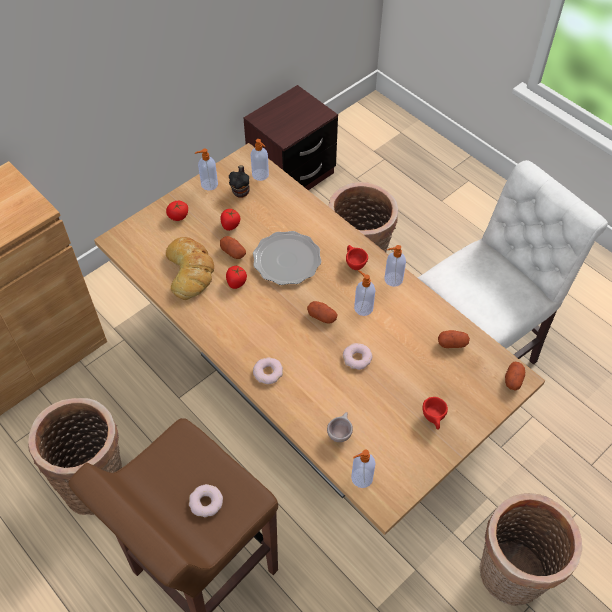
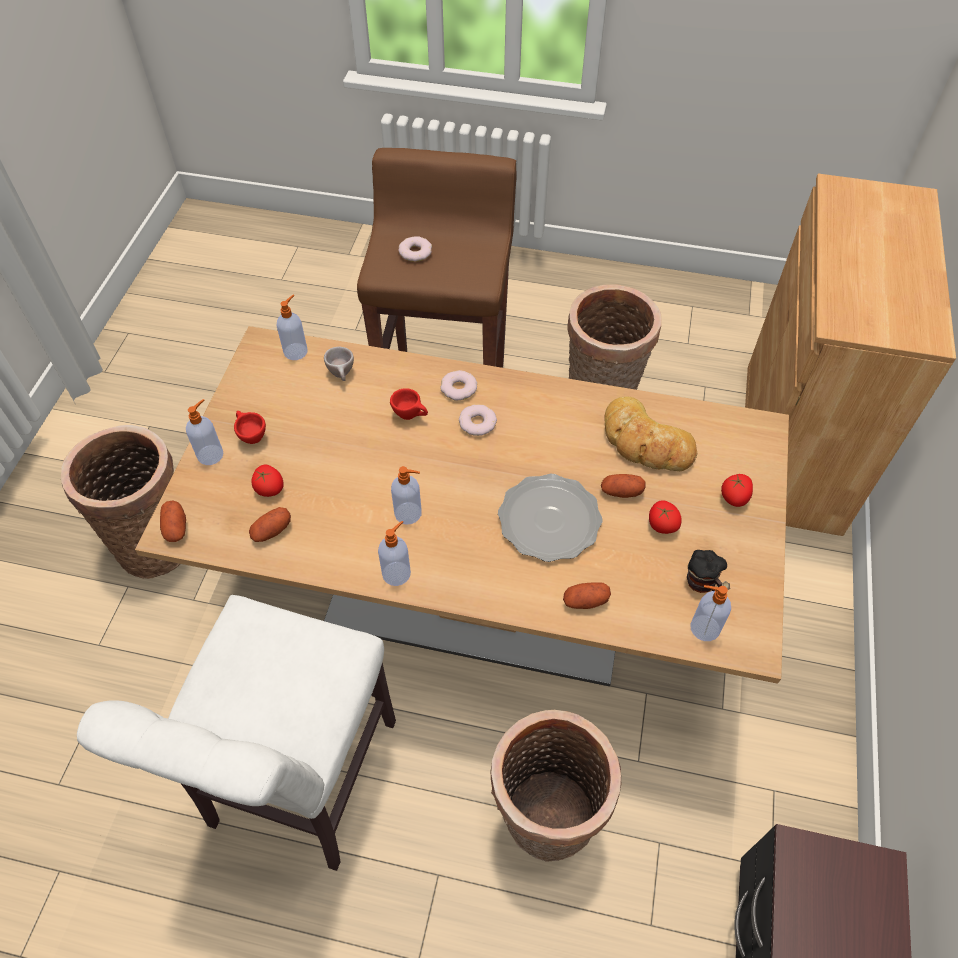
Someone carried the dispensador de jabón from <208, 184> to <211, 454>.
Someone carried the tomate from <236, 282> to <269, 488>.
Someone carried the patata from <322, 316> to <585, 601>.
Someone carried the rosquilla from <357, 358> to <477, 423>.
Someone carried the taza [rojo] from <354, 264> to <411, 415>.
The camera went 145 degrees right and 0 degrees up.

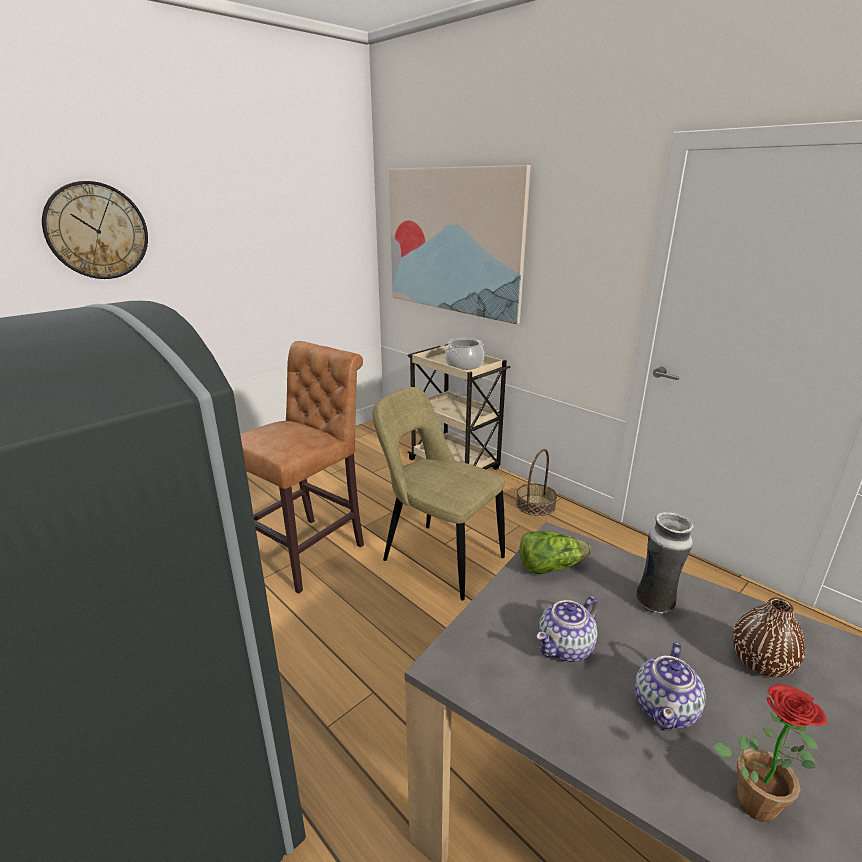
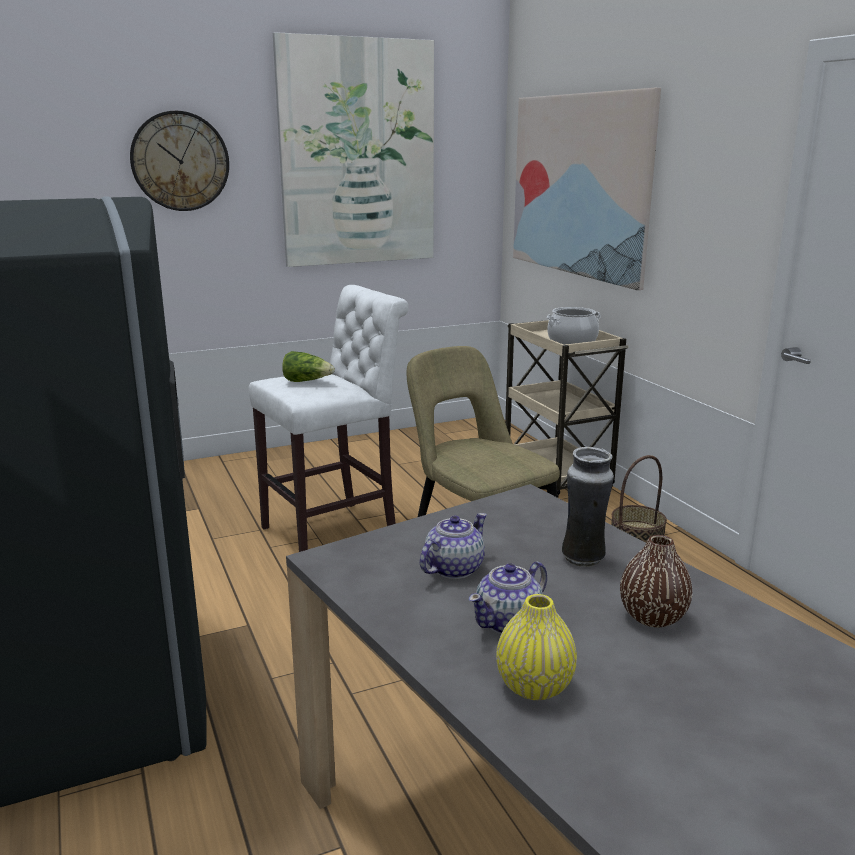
Someone repainted the taburete [marrón] at <310, 550>, which became the taburete [blanco] at <336, 531>.
Someone carried the lechuga from <549, 566> to <307, 381>.
Someone rotated the tetera at <566, 647> by 150 degrees clockwise.
Someone swapped the planta en maceta at <756, 795> for the florero [amarillo] at <534, 687>.
Someone put up the cuadro at <358, 154>.
The camera went 20 degrees right and 5 degrees down.

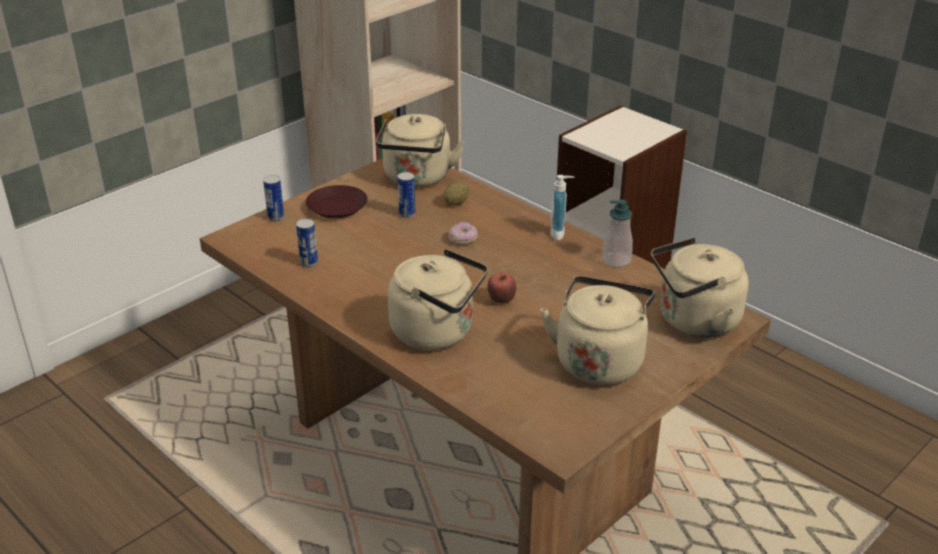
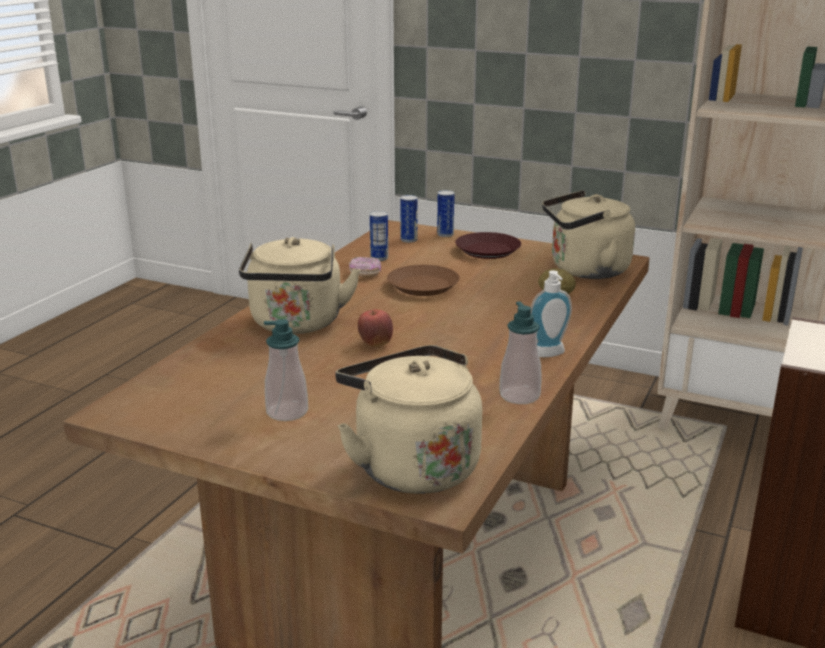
Someone carried the lata from <407, 214> to <409, 240>.
Someone carried the rosquilla from <463, 240> to <365, 274>.
Someone swapped the hervidor [beis] at <599, 360> for the dispensador de jabón at <287, 412>.
Someone put down the plato [marrón] at <424, 286>.
The camera went 70 degrees right and 10 degrees down.

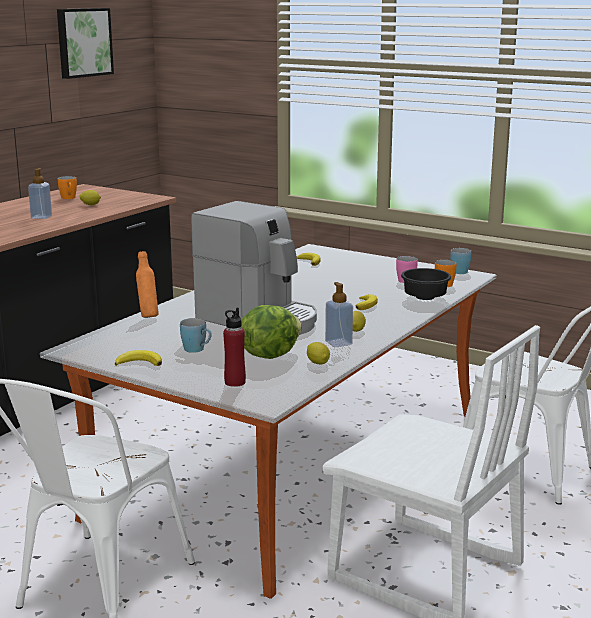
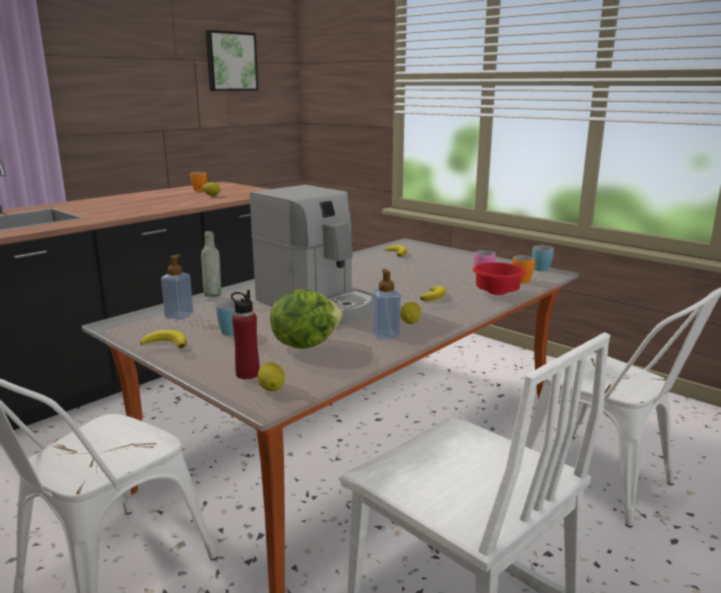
Someone carried the dispensador de jabón from <41, 217> to <179, 316>.
Someone repainted the botella [naranja] at <148, 316>, which became the botella [gris] at <213, 295>.
Someone carried the limón from <318, 363> to <271, 388>.
Someone repainted the cuenco [negro] at <425, 297>, which became the cuenco [rojo] at <498, 292>.
The camera went 10 degrees right and 0 degrees up.

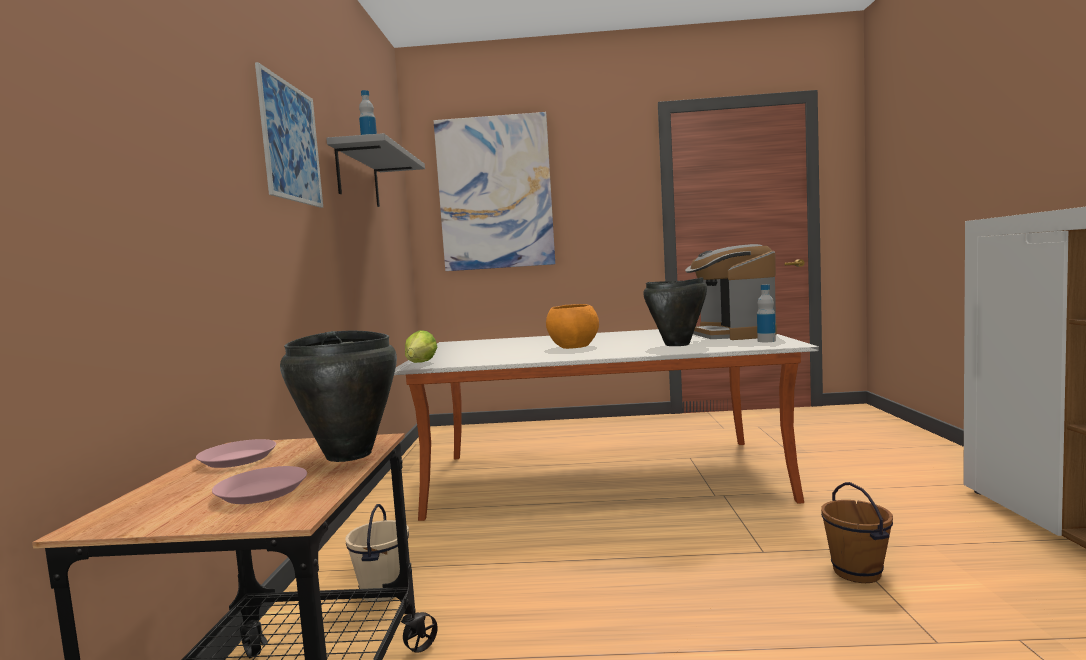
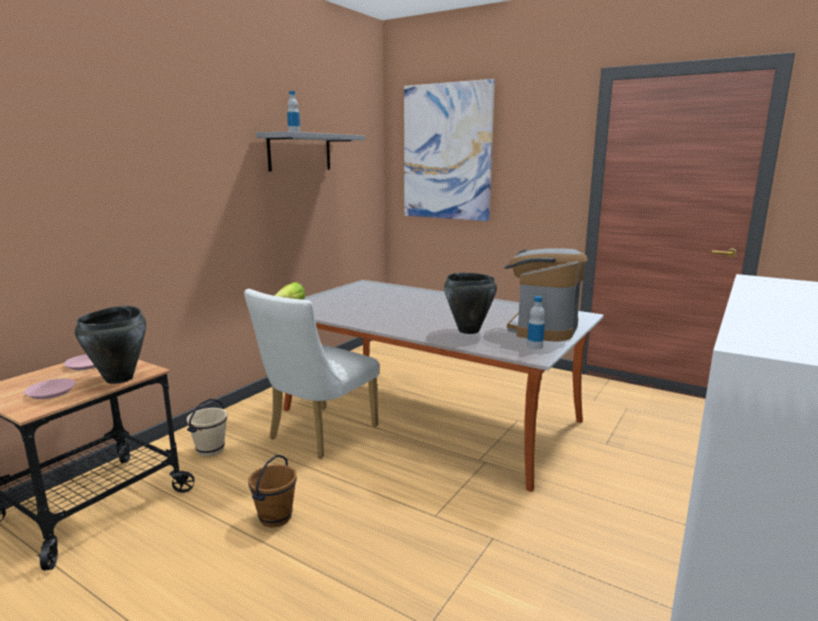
Someone took away the cuadro at <291, 142>.
Someone took away the cuenco [naranja] at <573, 346>.
Someone carried the cubo [marrón] from <857, 572> to <276, 518>.
Someone put down the silla [blanco] at <317, 435>.
The camera went 30 degrees right and 10 degrees up.

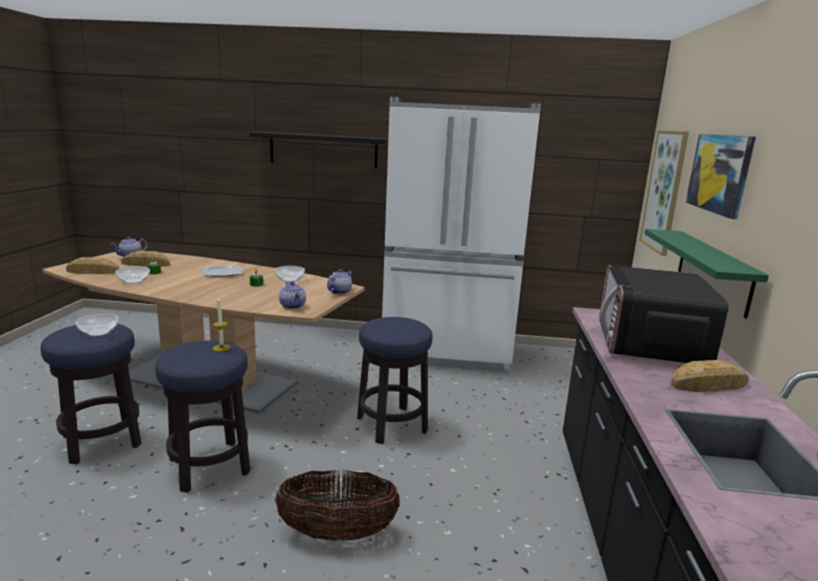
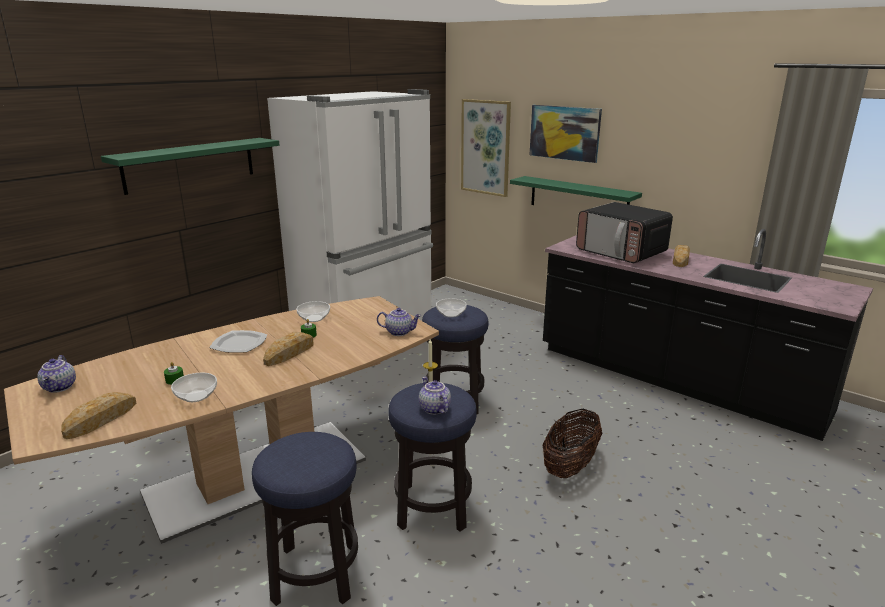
Someone carried the cuenco from <98, 332> to <451, 314>.
Someone carried the pan from <145, 264> to <289, 353>.
Someone repainted the estante [negro] at <323, 150>, which became the estante [verde] at <190, 165>.
Someone carried the tetera from <339, 291> to <433, 409>.
The camera went 55 degrees left and 5 degrees up.

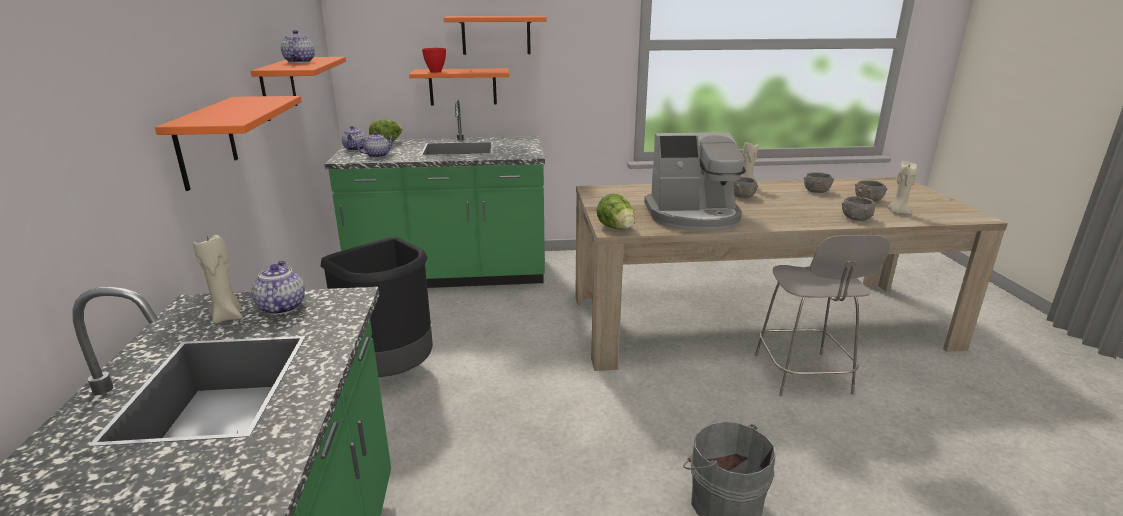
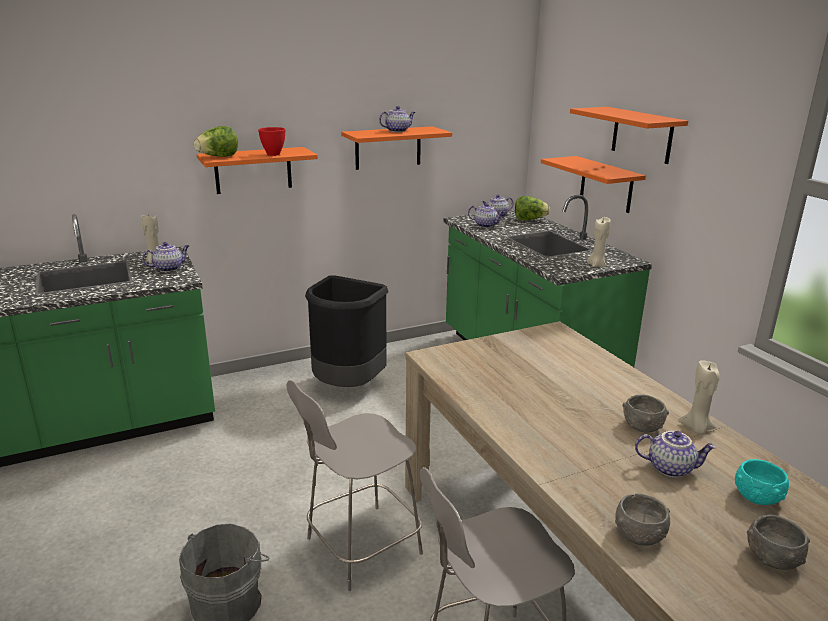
Someone carried the cuenco [rojo] from <436, 71> to <274, 154>.
Someone carried the lechuga from <617, 229> to <218, 157>.
Someone took away the cafetera at <693, 216>.
Someone repainted the cuenco [gris] at <816, 191>, which became the cuenco [turquesa] at <757, 496>.
Someone carried the vela [beis] from <897, 212> to <596, 265>.
Someone put down the silla [gris] at <360, 547>.
Someone put down the tetera at <670, 468>.
The camera went 70 degrees right and 0 degrees up.

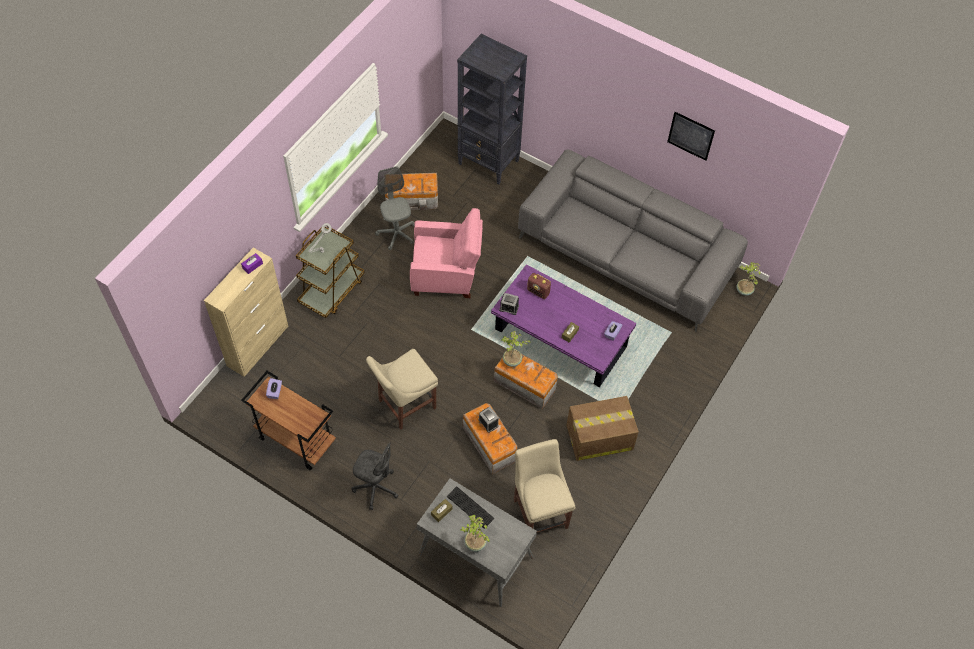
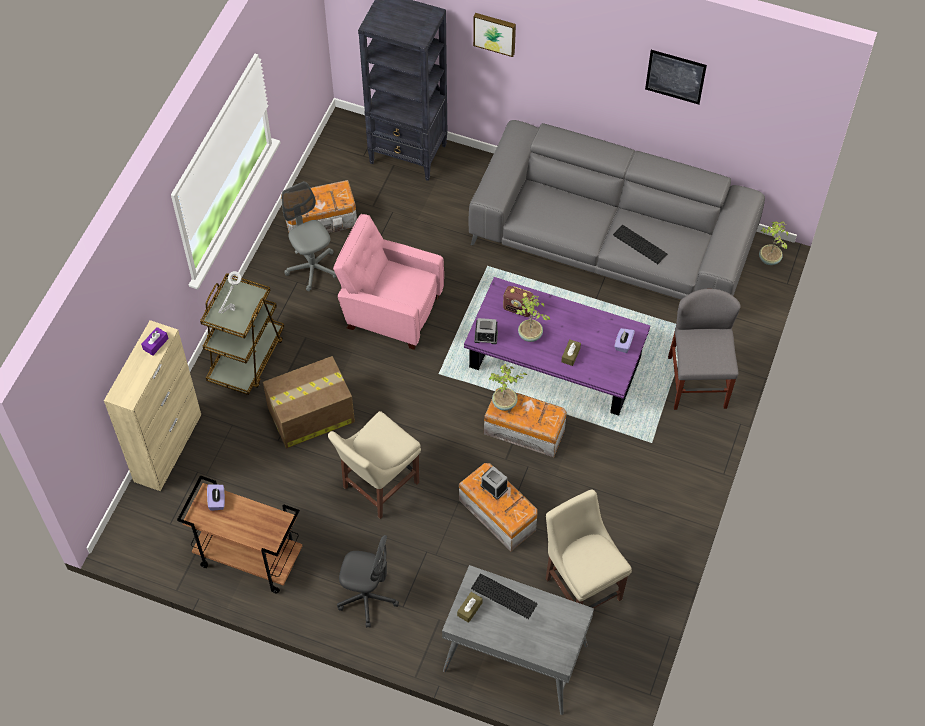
Someone rotated the sillón [rosa] at <446, 275> by 150 degrees counterclockwise.
Someone carried the planta en maceta from <475, 543> to <530, 335>.
Someone carried the caja de cartón from <598, 437> to <310, 415>.
Someone put up the cuadro at <495, 33>.
Someone put down the teclado at <640, 244>.
Someone put down the silla [gris] at <697, 382>.
The camera went 10 degrees left and 0 degrees up.

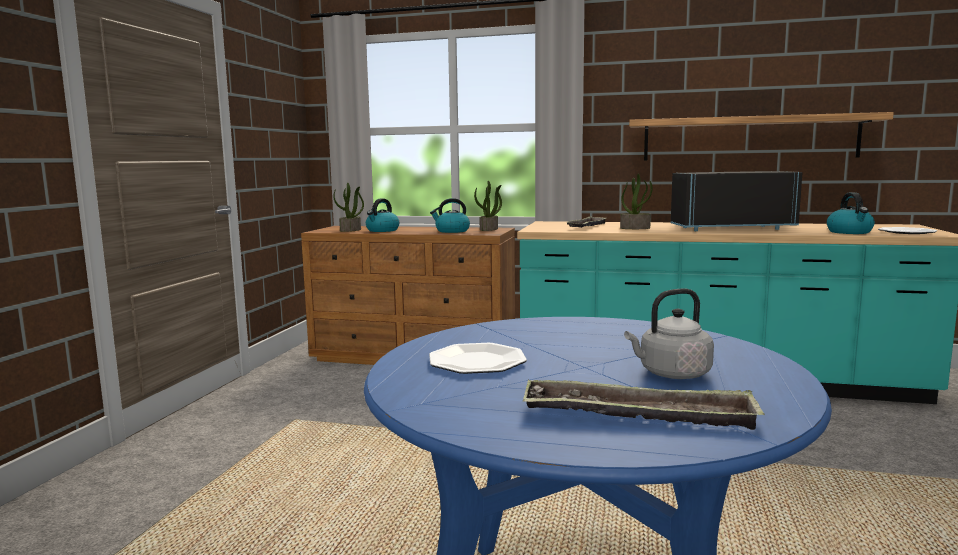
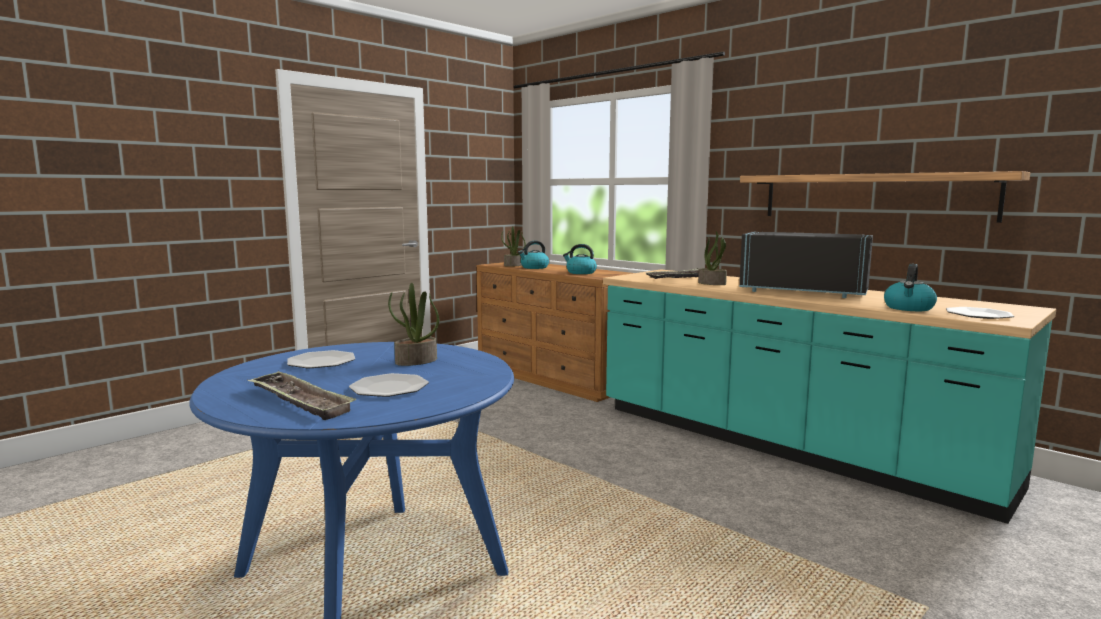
Someone carried the planta en maceta from <489, 229> to <416, 361>.
Someone swapped the hervidor [gris] at <671, 374> for the plato at <389, 388>.
The camera went 30 degrees right and 0 degrees up.

